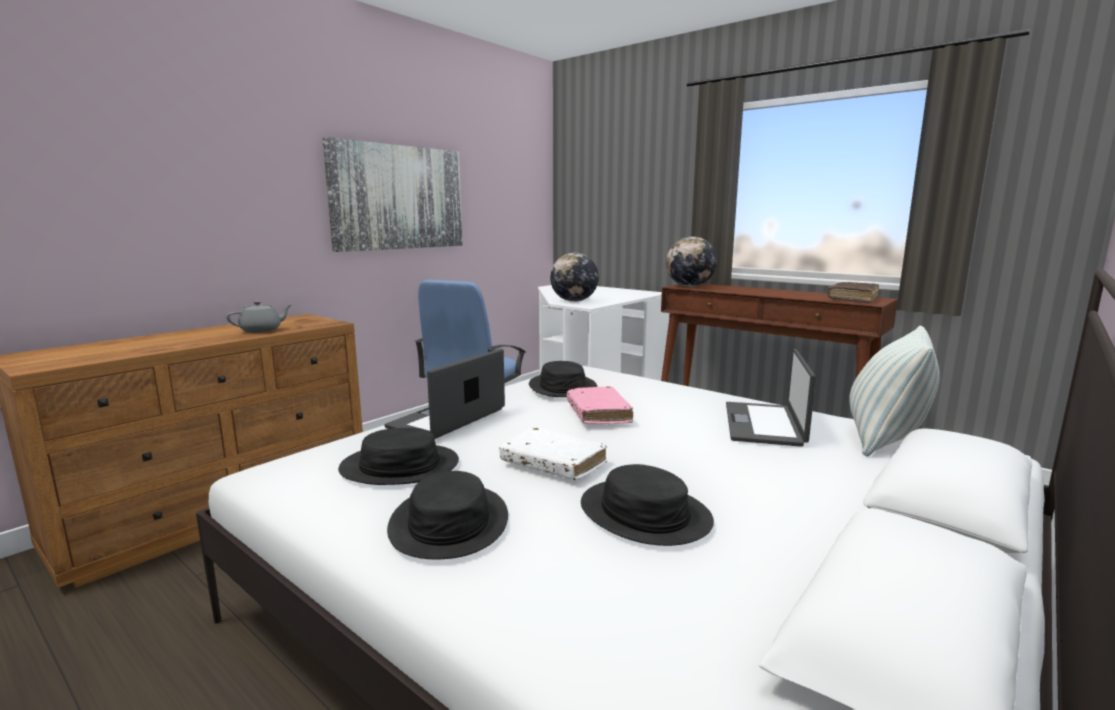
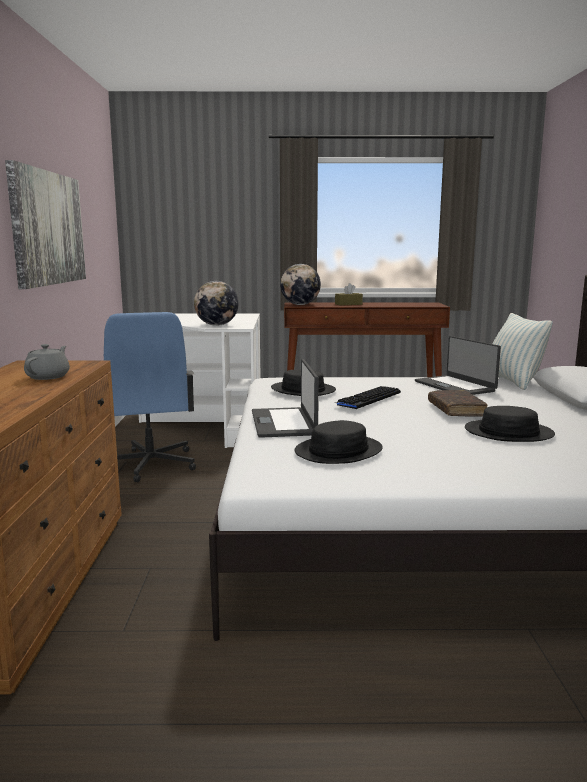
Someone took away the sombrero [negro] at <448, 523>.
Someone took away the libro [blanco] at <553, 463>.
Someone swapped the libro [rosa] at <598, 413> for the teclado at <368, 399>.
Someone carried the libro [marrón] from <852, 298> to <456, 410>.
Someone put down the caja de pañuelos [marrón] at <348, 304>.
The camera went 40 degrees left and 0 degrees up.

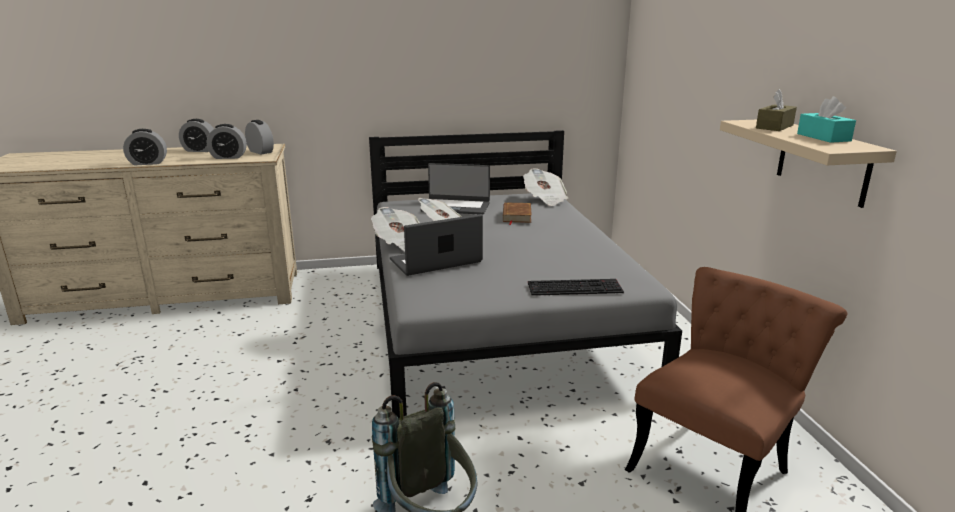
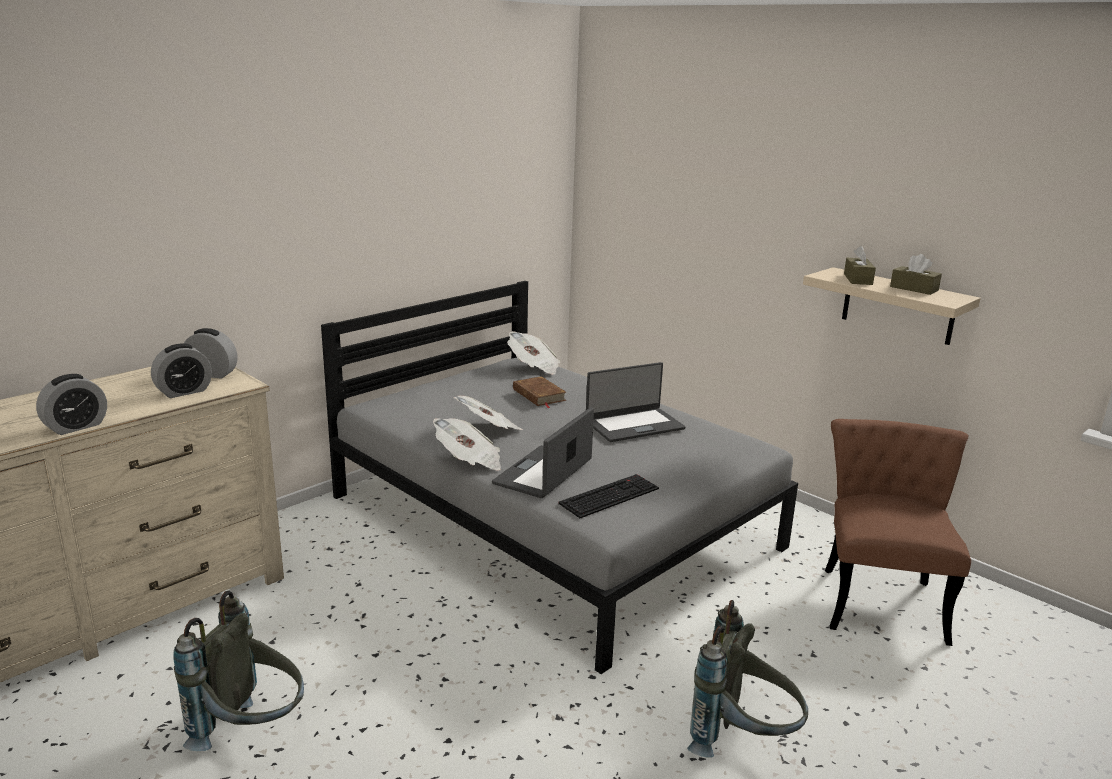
Someone took away the despertador at <200, 150>.
Someone carried the portátil from <456, 207> to <634, 425>.
Someone carried the teclado from <575, 287> to <609, 495>.
Someone repainted the caja de pañuelos [turquesa] at <823, 137>, which became the caja de pañuelos [marrón] at <914, 288>.
Someone put down the mochila [gris] at <252, 732>.
The camera went 35 degrees left and 0 degrees up.

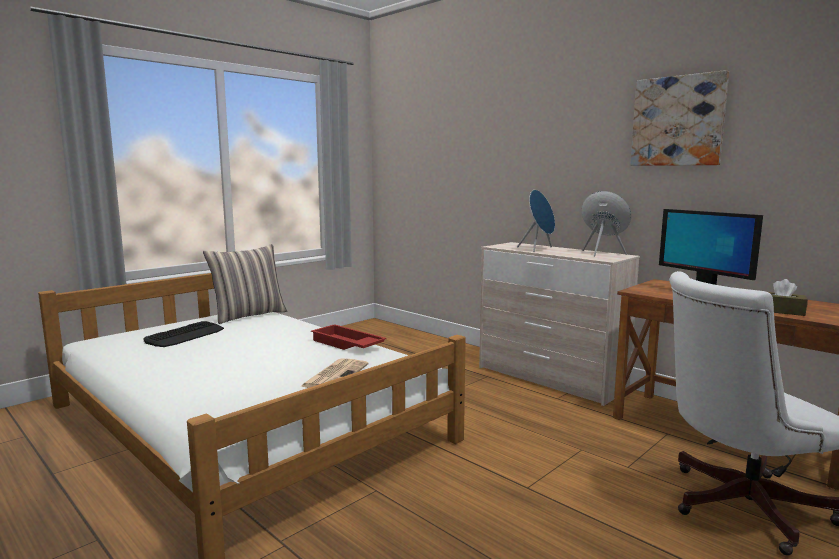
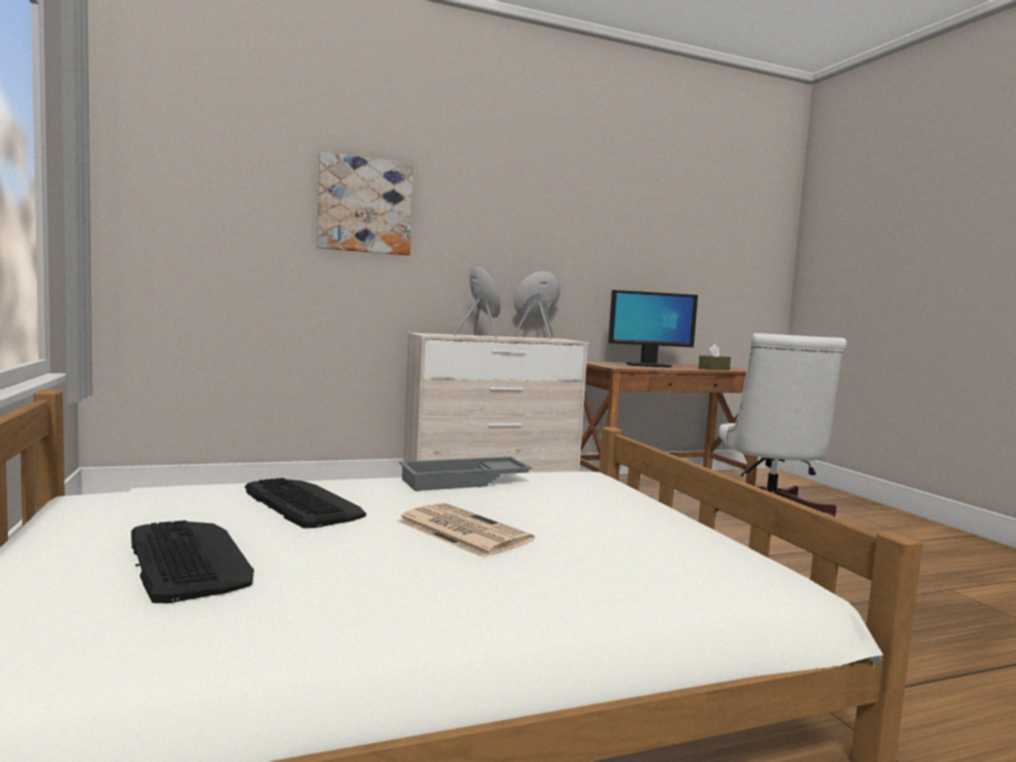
Someone took away the cojín at <249, 315>.
Someone carried the periódico from <335, 375> to <460, 530>.
Someone repainted the bandeja [rojo] at <346, 344>, which became the bandeja [gris] at <464, 481>.
Someone carried the cuadro from <678, 121> to <365, 205>.
Someone put down the teclado at <303, 503>.
The camera went 65 degrees left and 5 degrees down.

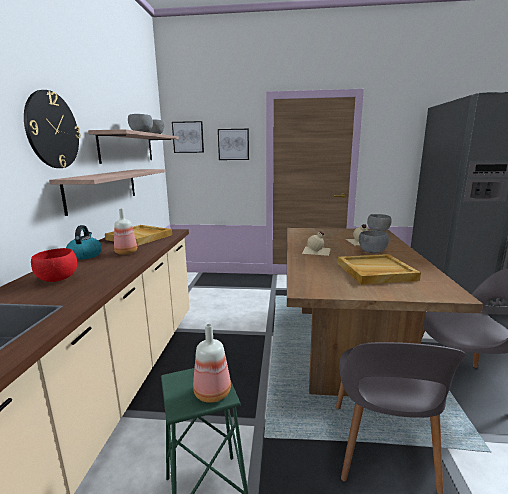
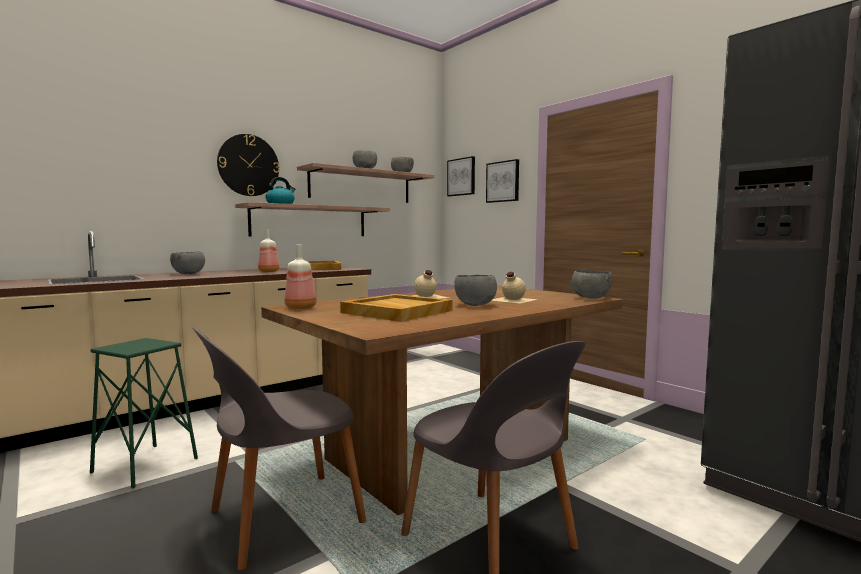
Someone repainted the cuenco [rojo] at <58, 279>, which became the cuenco [gris] at <188, 274>.
Someone carried the hervidor from <85, 255> to <280, 204>.
Someone carried the botella from <212, 392> to <301, 307>.
The camera went 45 degrees right and 10 degrees down.

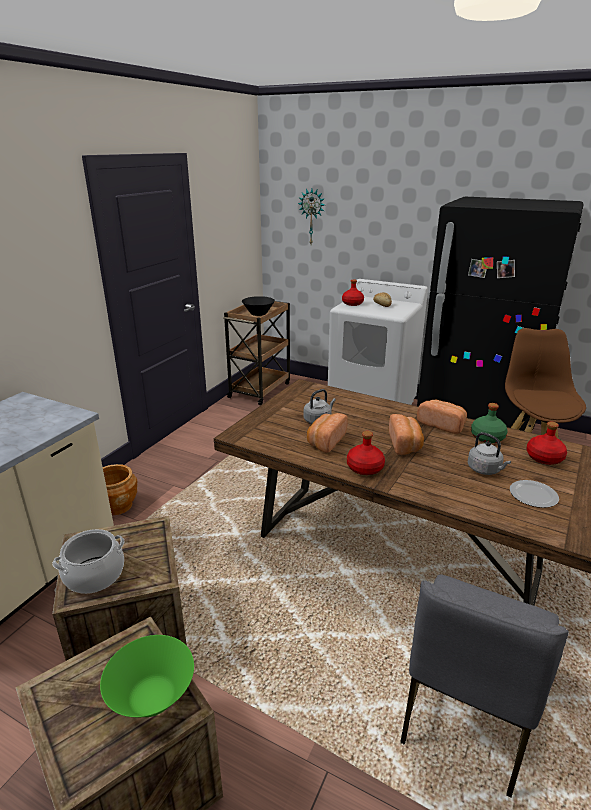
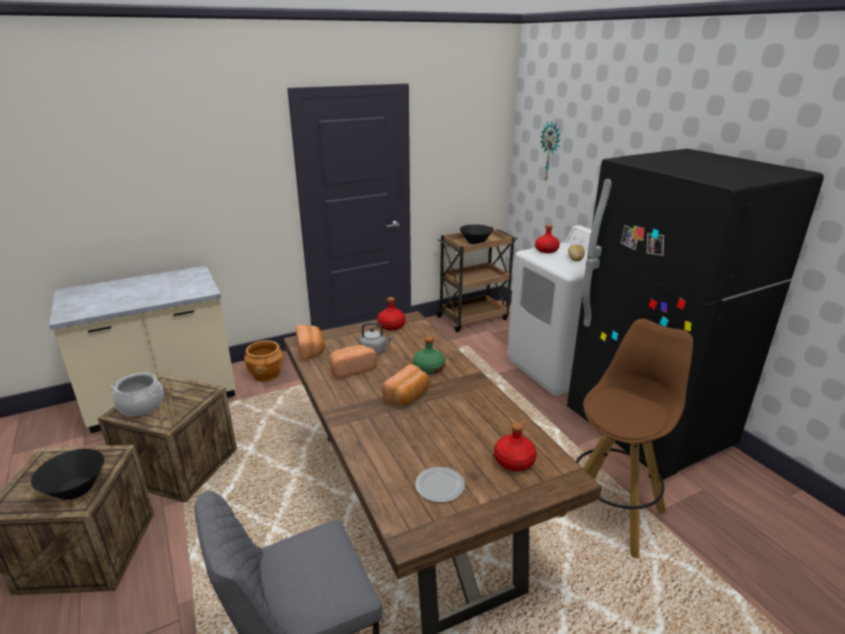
Someone repainted the cuenco [verde] at <152, 697>, which became the cuenco [negro] at <75, 490>.
Someone carried the botella [rojo] from <364, 468> to <391, 326>.
Someone carried the pan from <442, 425> to <311, 350>.
Someone took away the hervidor [gris] at <485, 470>.
Someone carried the botella [verde] from <487, 437> to <428, 368>.
The camera went 35 degrees right and 0 degrees up.

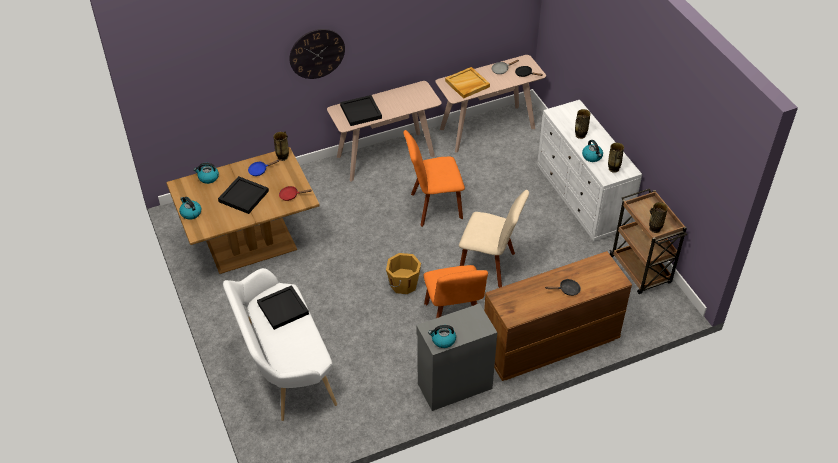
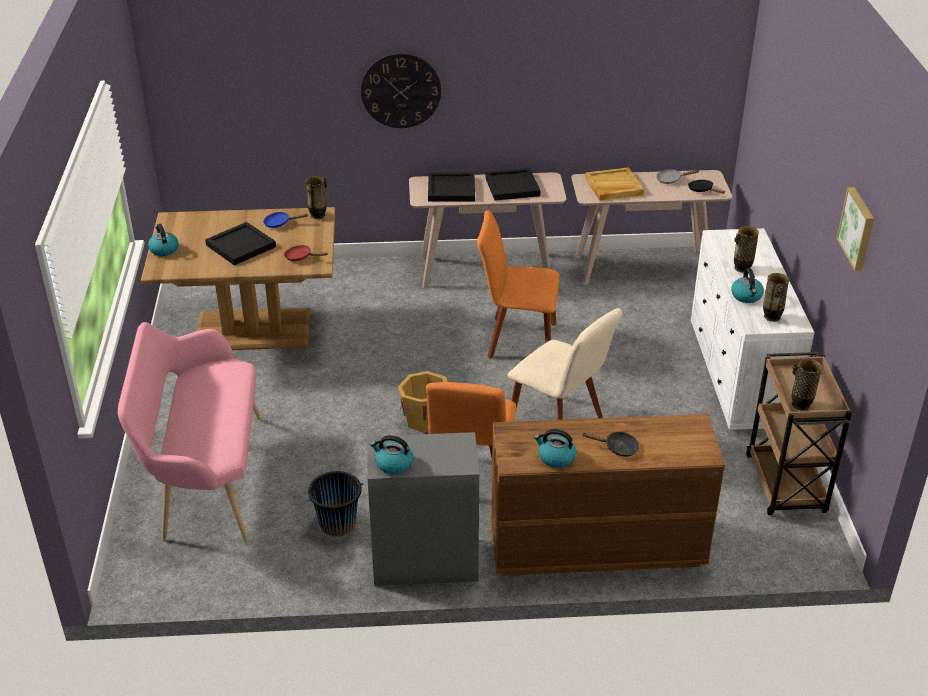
Someone carried the hervidor from <208, 178> to <555, 457>.
Someone repainted the banco [blanco] at <284, 368>, which became the banco [rosa] at <205, 479>.
Someone carried the bandeja [negro] from <283, 309> to <513, 187>.
Someone put down the cubo [negro] at <337, 524>.
Someone put up the cuadro at <858, 228>.
The camera went 20 degrees right and 10 degrees down.

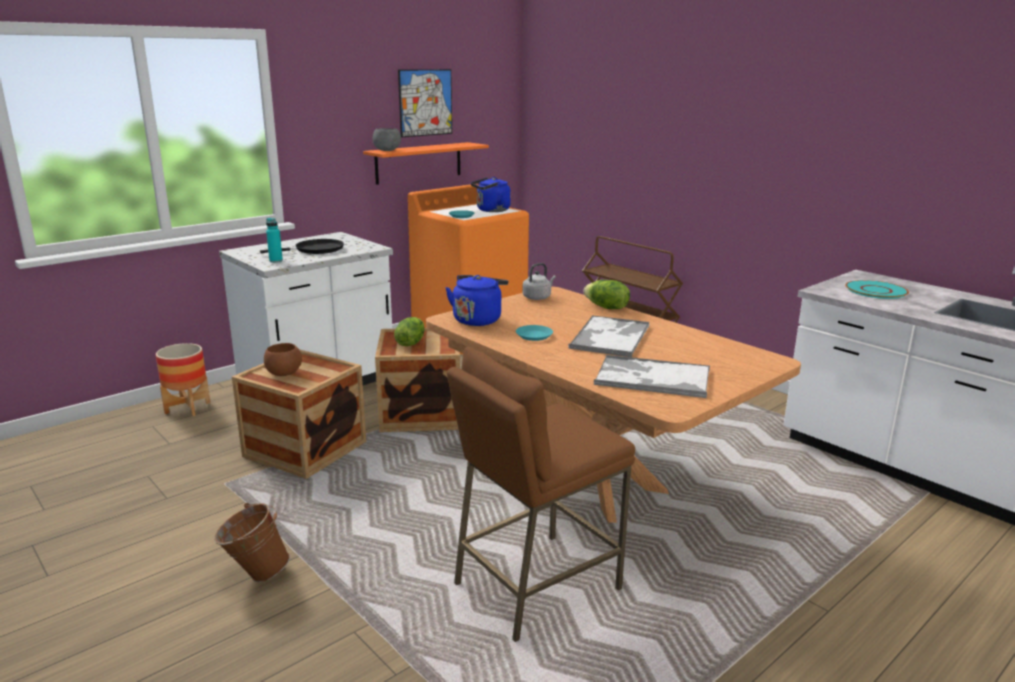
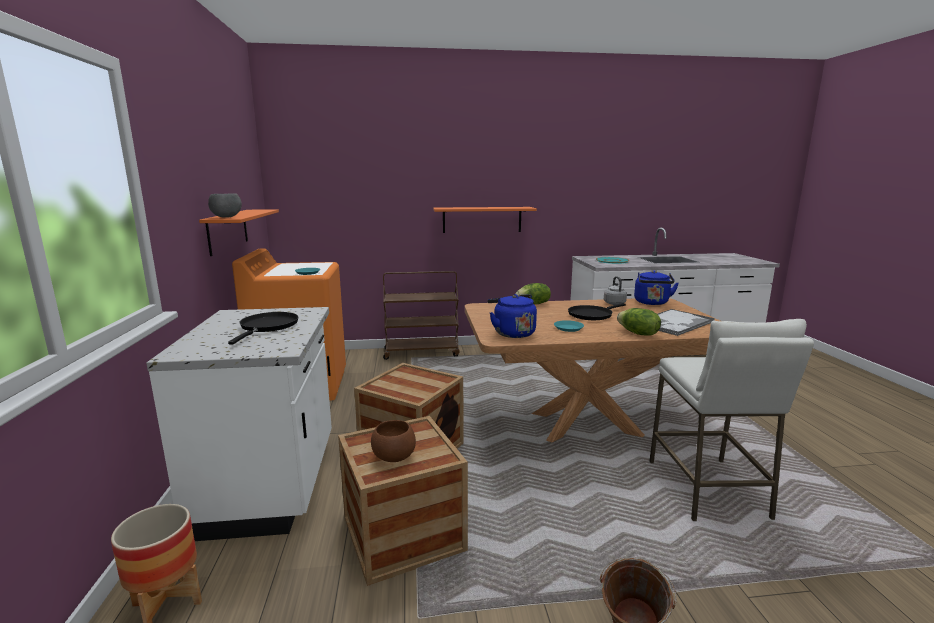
Someone took away the botella [turquesa] at <276, 261>.
Someone carried the lechuga from <410, 343> to <638, 333>.
Someone took away the cuadro at <425, 102>.
Someone repainted the taburete [marrón] at <536, 586>, which became the taburete [blanco] at <707, 489>.
Someone carried the hervidor [azul] from <491, 210> to <652, 303>.
Someone carried the hervidor [gris] from <538, 297> to <614, 303>.
Someone swapped the bandeja at <610, 337> for the sartén [negro] at <592, 315>.
Someone put up the estante [naranja] at <482, 219>.
The camera went 55 degrees left and 5 degrees down.

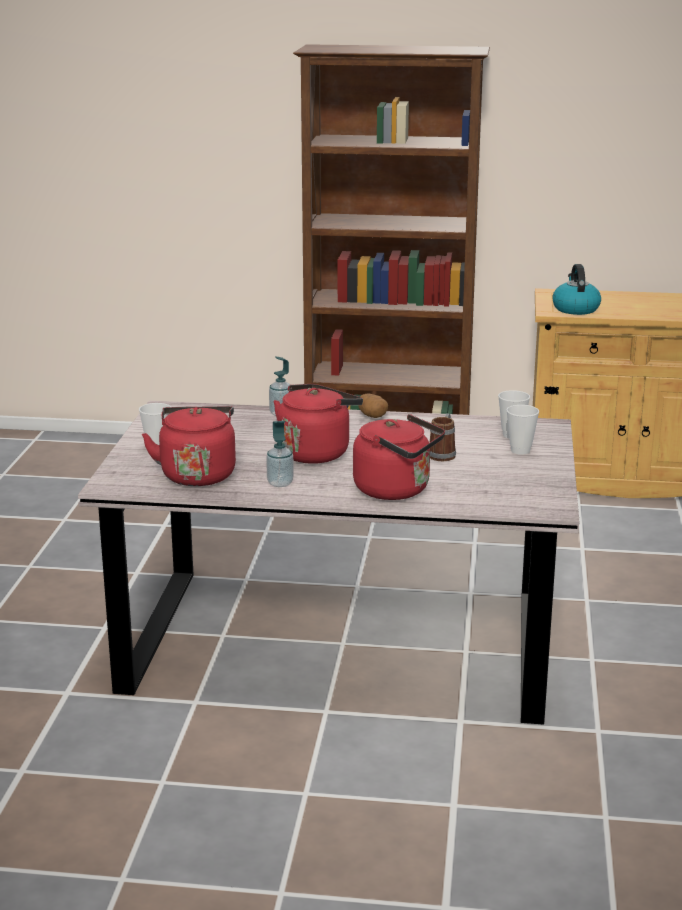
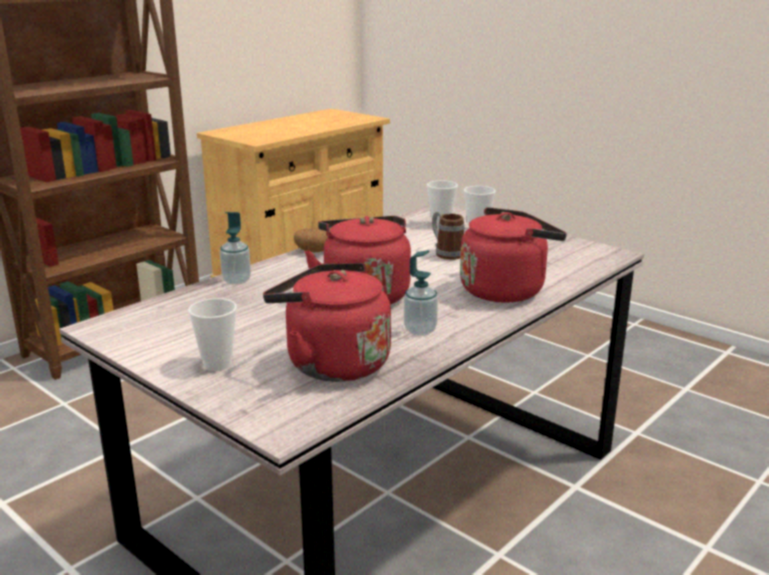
Someone took away the hervidor at <575, 309>.
The camera went 55 degrees left and 0 degrees up.

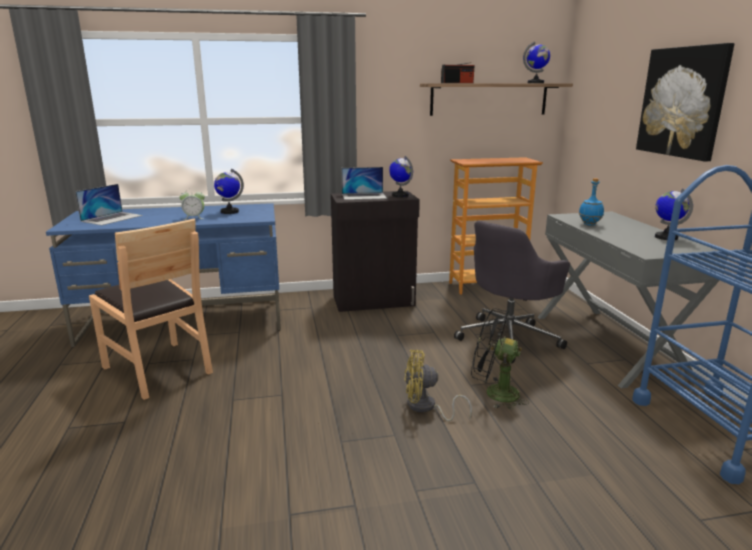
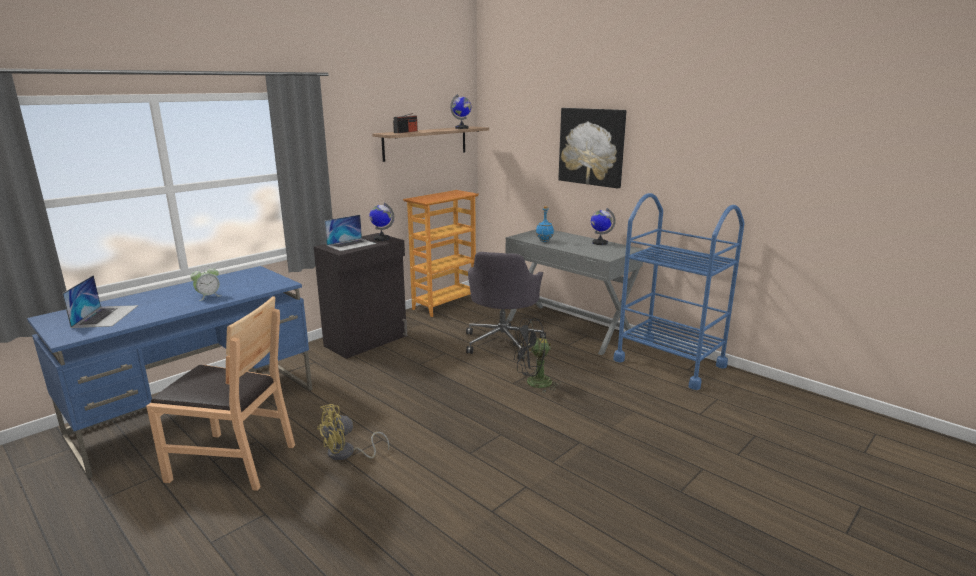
Someone took away the globo terráqueo at <229, 212>.
Someone carried the ventilador [amarillo] from <426, 408> to <346, 454>.
The camera went 35 degrees left and 0 degrees up.

